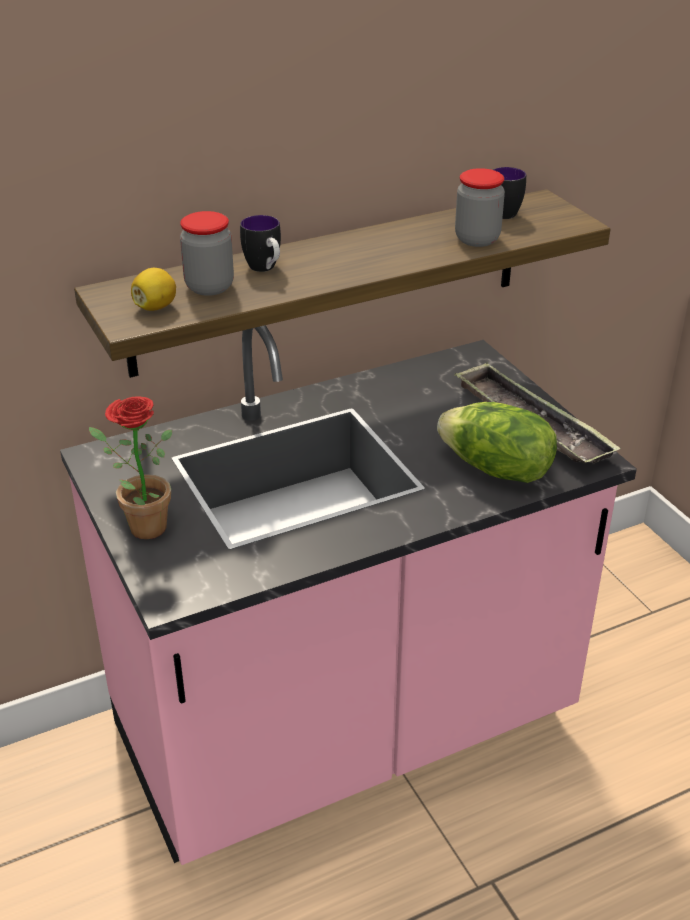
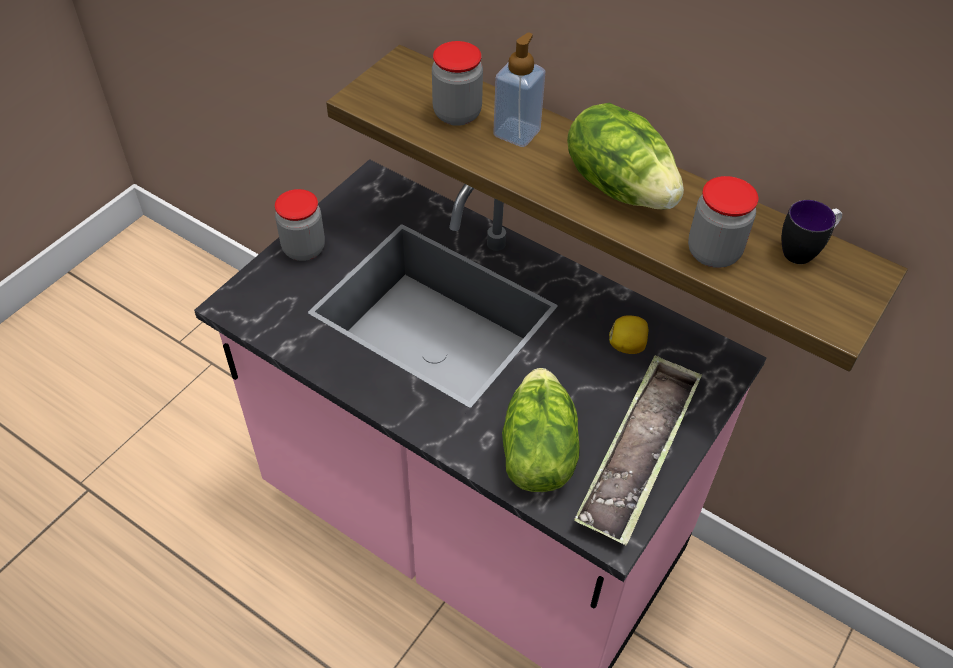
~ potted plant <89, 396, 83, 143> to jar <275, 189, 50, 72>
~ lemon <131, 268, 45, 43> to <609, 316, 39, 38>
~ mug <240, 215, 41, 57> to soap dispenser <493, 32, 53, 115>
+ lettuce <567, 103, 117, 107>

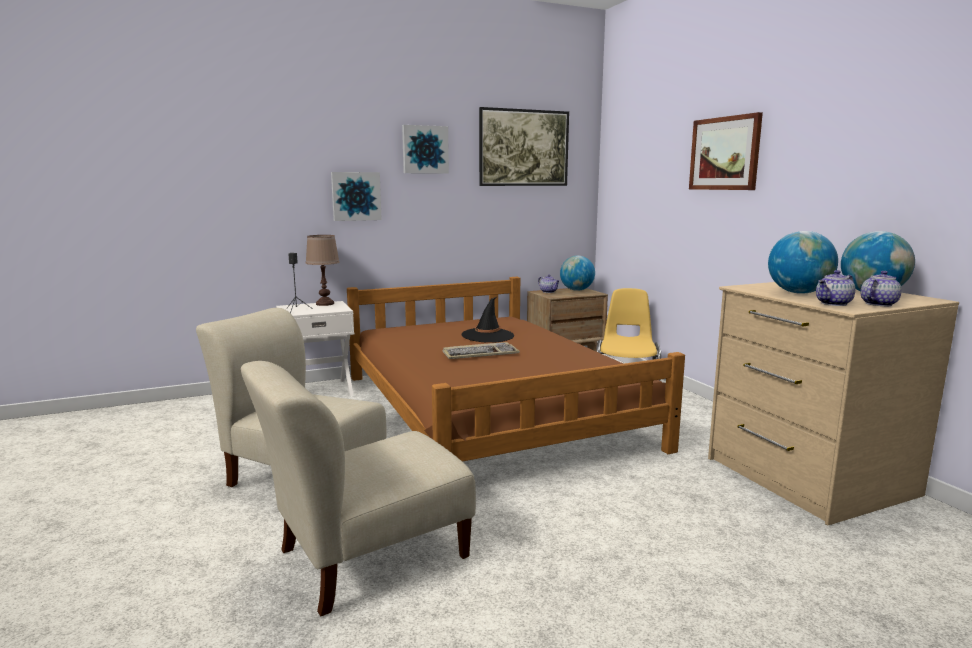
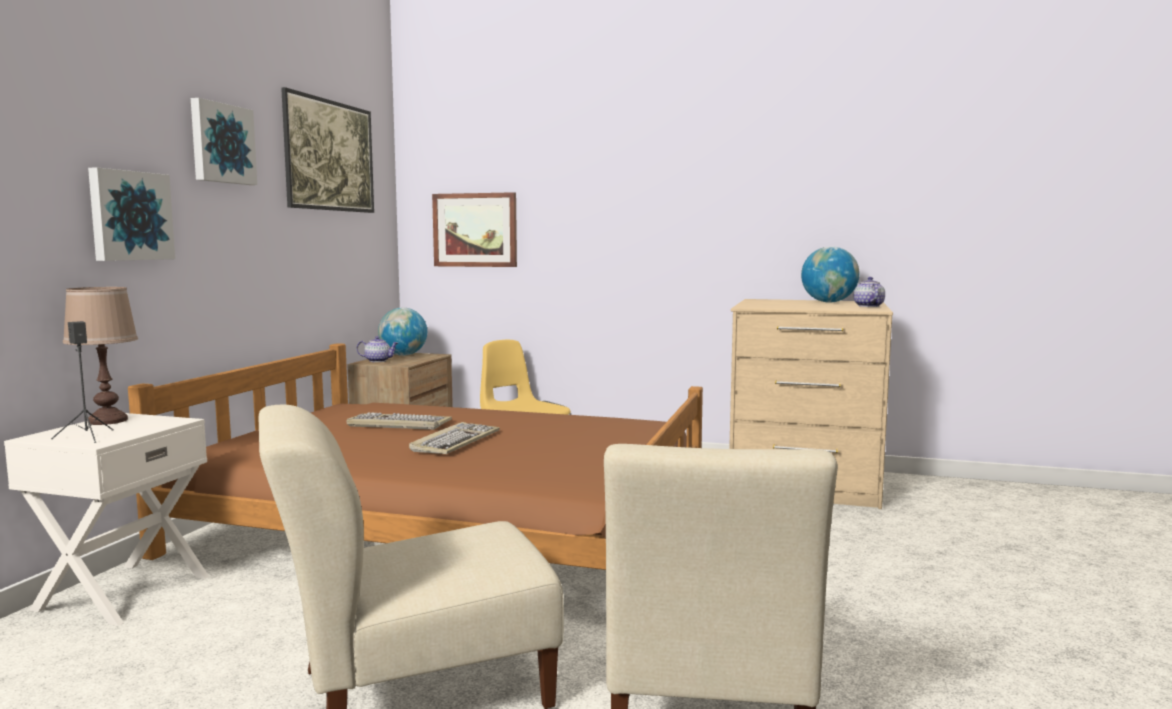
~ hat (black) <462, 297, 52, 46> to keyboard <347, 412, 105, 18>
~ picture <689, 112, 74, 78> to <432, 192, 85, 75>
- globe <768, 231, 70, 63>
- teapot <816, 270, 39, 36>

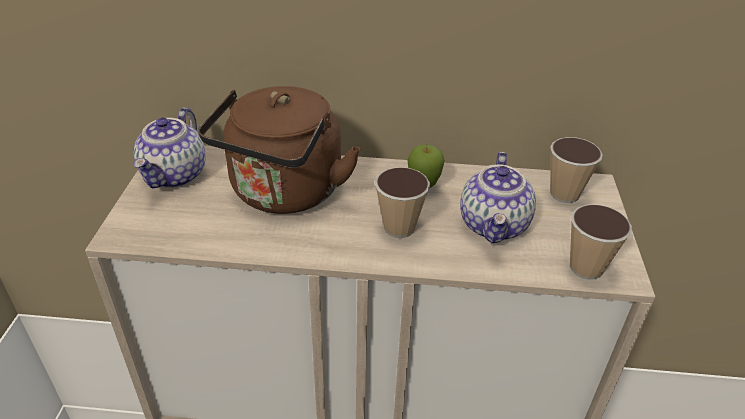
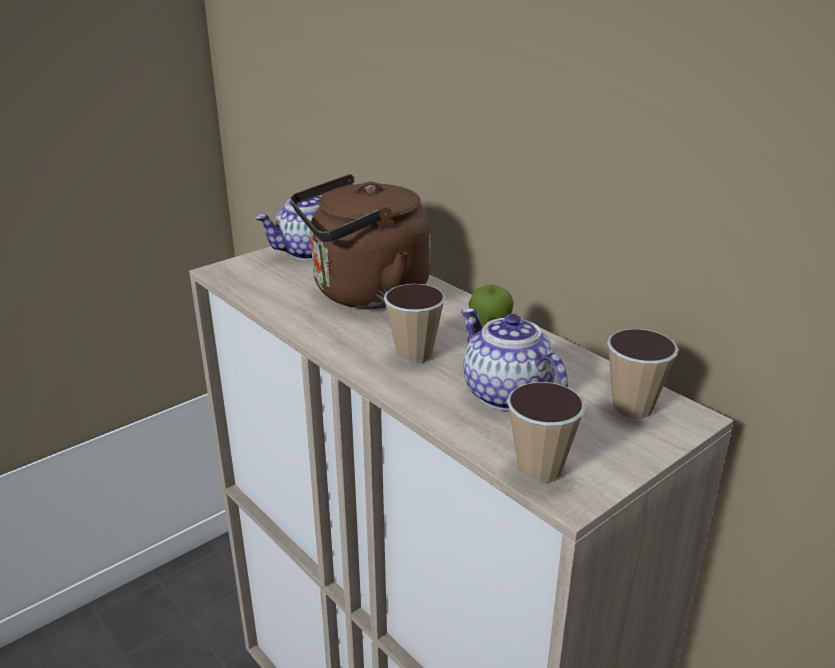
~ teapot <460, 152, 76, 91> = <461, 308, 107, 103> 90 degrees clockwise

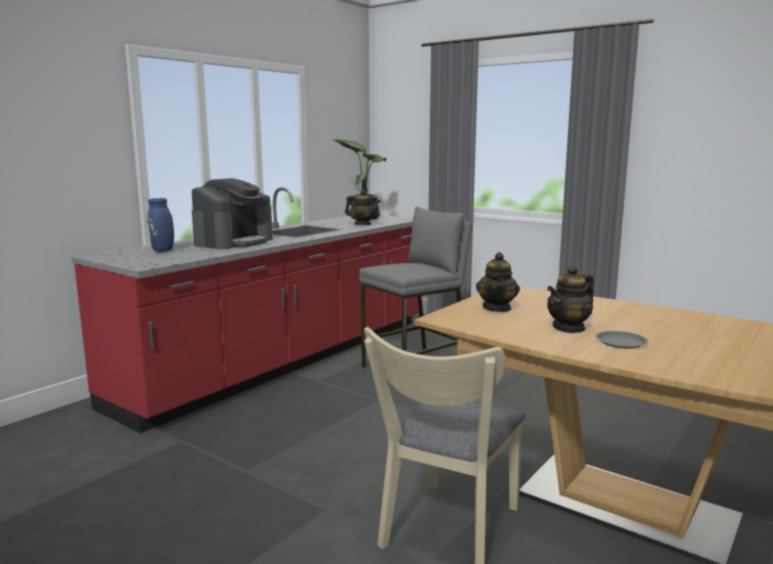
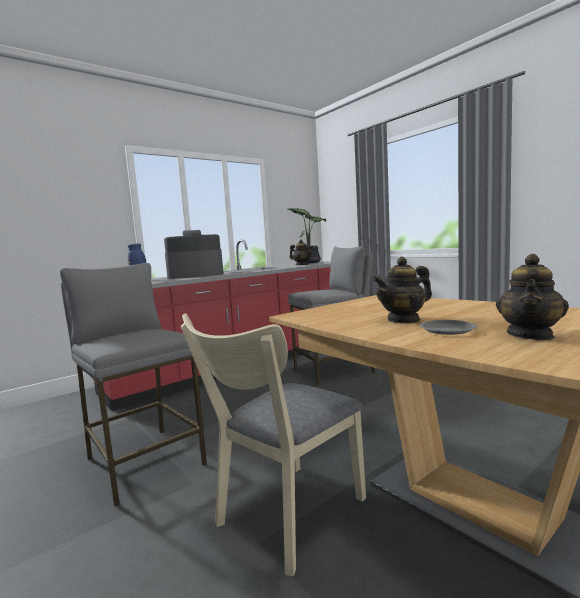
~ coffee machine <192, 178, 81, 71> = <164, 230, 60, 49> 150 degrees counterclockwise
~ teapot <476, 252, 44, 60> to <496, 254, 73, 86>
+ stool (grey) <60, 263, 147, 244>

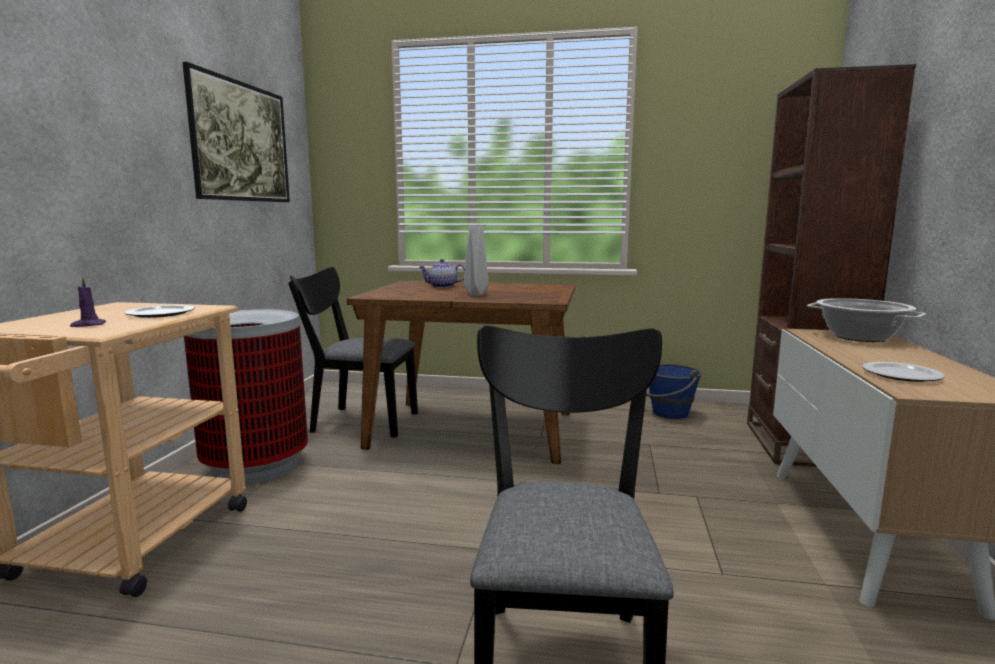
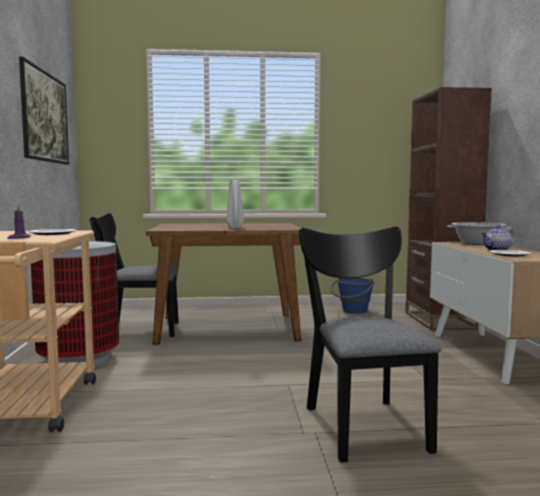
~ teapot <419, 259, 46, 29> to <481, 225, 34, 26>

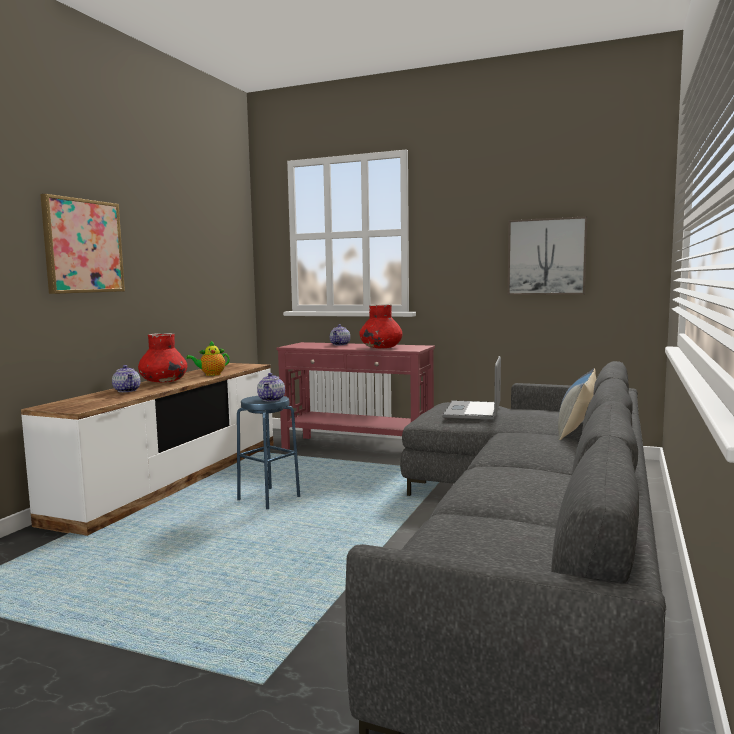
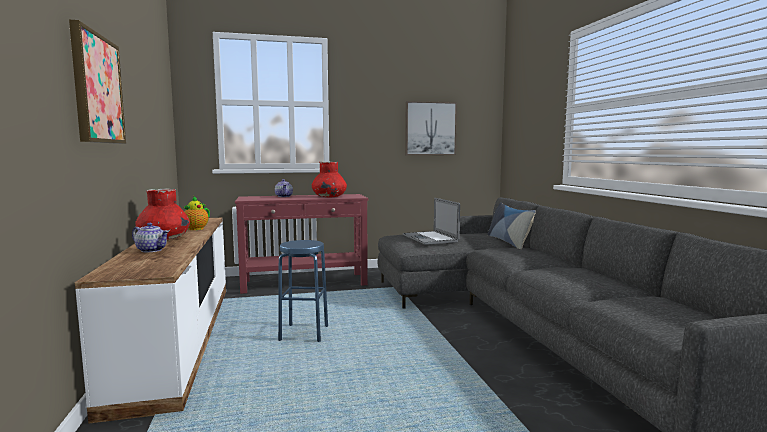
- teapot <257, 373, 28, 28>

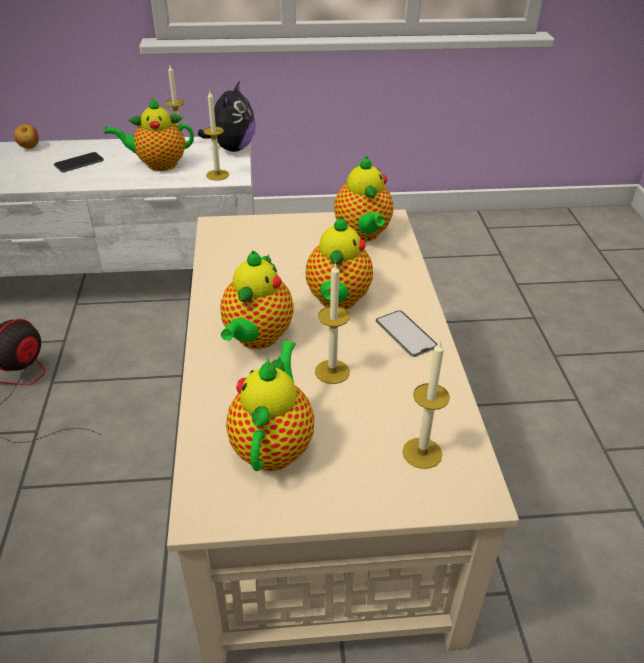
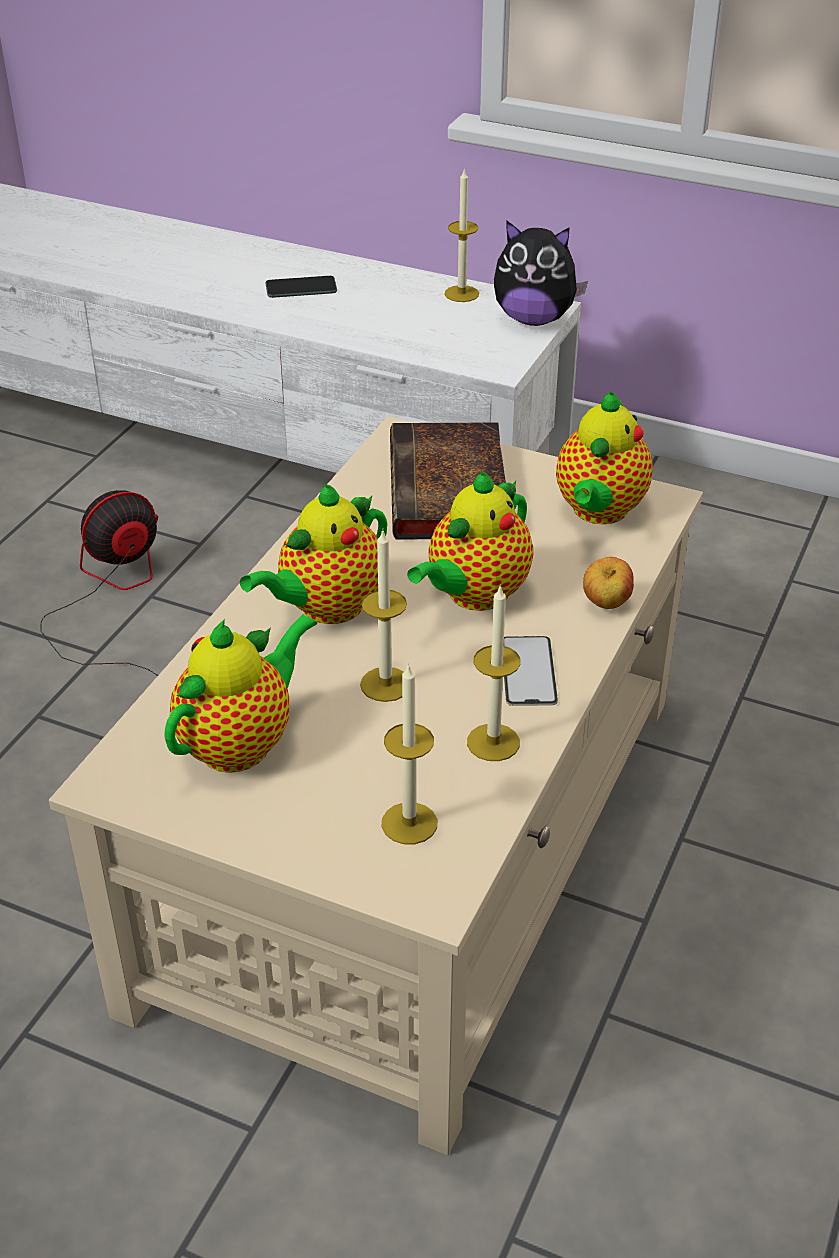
~ apple <14, 124, 25, 25> to <583, 557, 51, 52>
- teapot <104, 97, 90, 74>
~ plush toy <198, 80, 58, 72> = <494, 220, 94, 106> 60 degrees clockwise
~ candle <203, 91, 26, 90> to <467, 585, 53, 176>
+ book <390, 422, 116, 118>

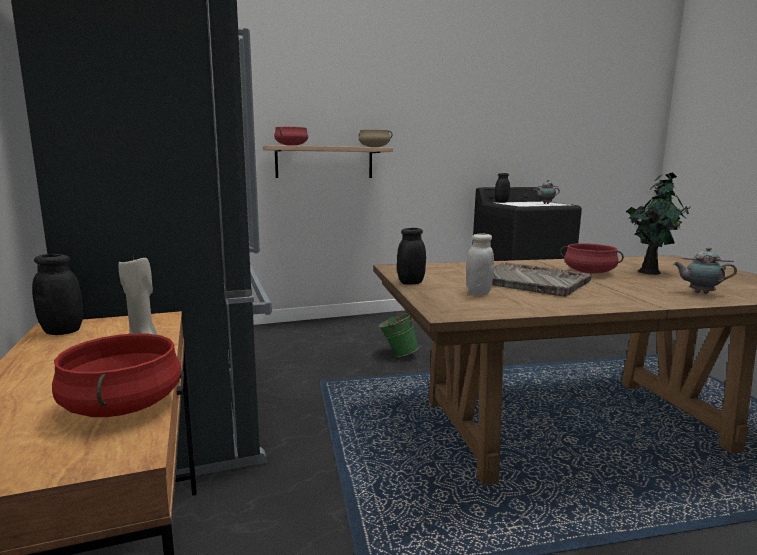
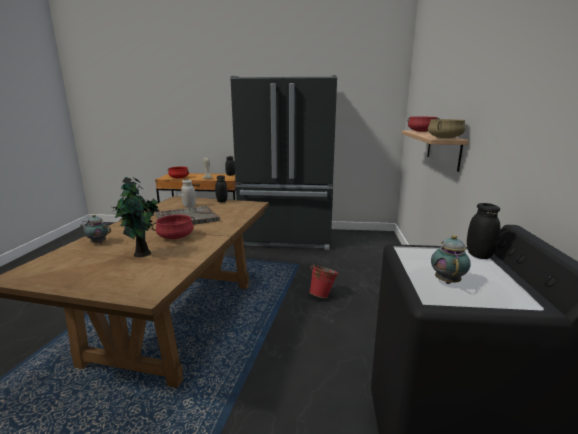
~ bucket (green) <379, 313, 40, 44> to bucket (red) <309, 263, 30, 35>
~ teapot <673, 247, 64, 47> = <80, 215, 31, 28> 120 degrees counterclockwise

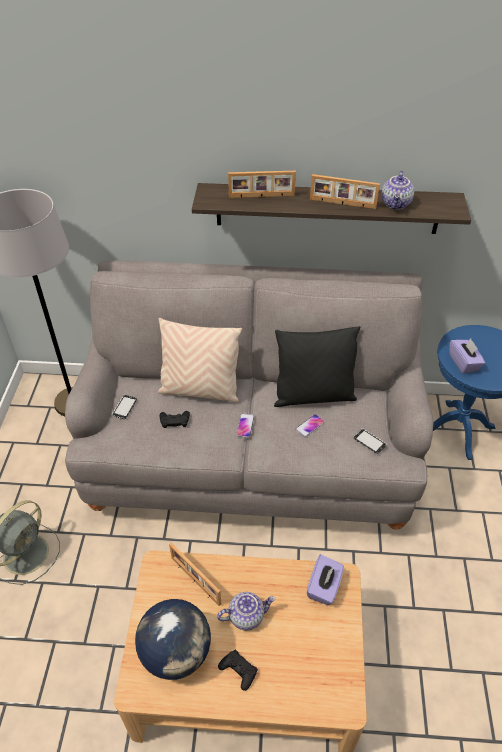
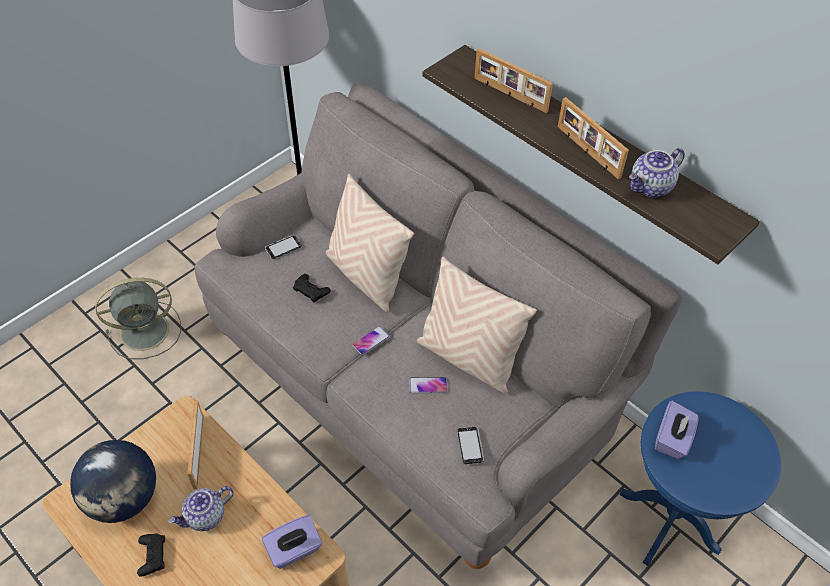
~ teapot <217, 592, 58, 39> = <168, 486, 66, 45> 120 degrees clockwise
~ pillow (black) <274, 326, 86, 81> to pillow (beige) <417, 257, 120, 137>

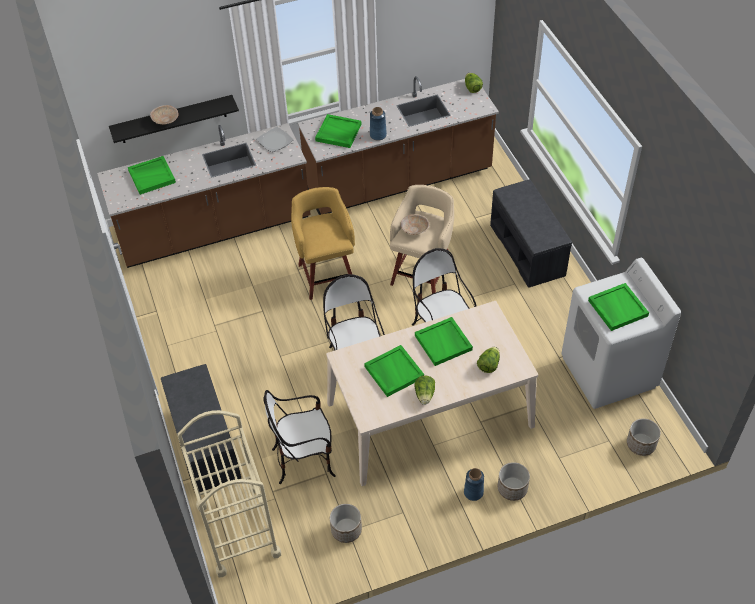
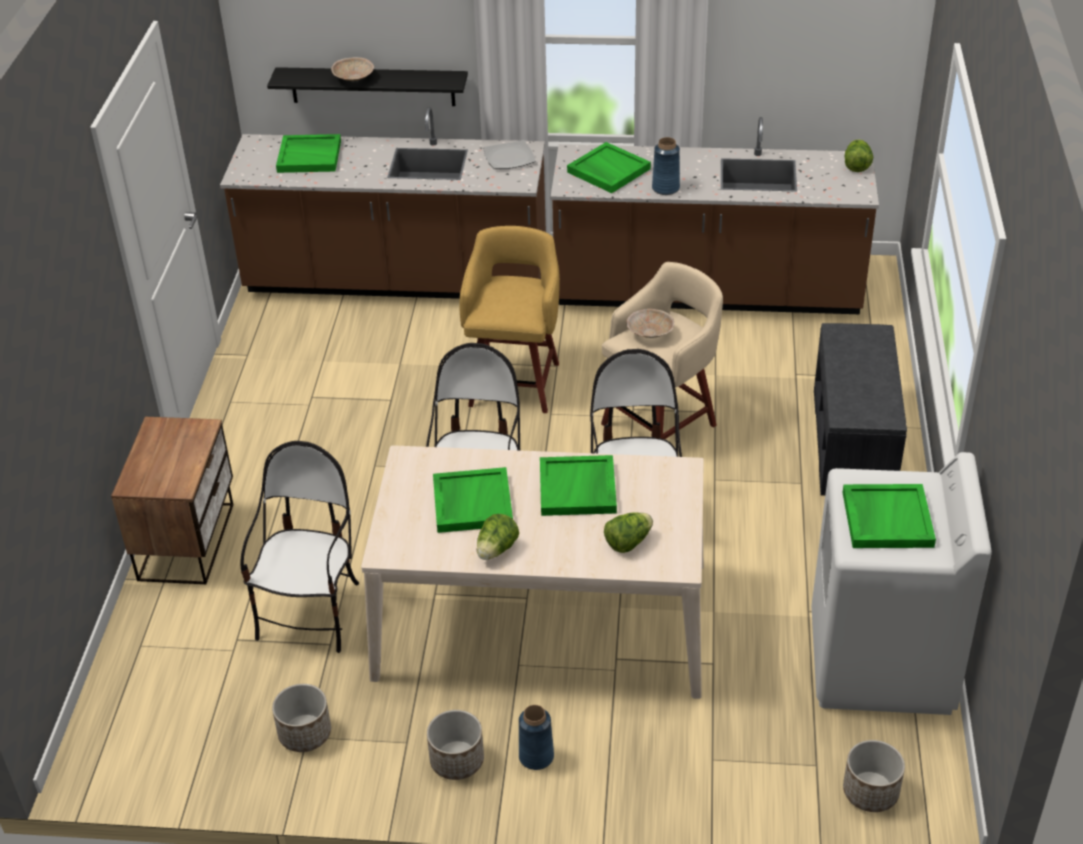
~ bench (grey) <161, 364, 80, 128> to nightstand <111, 417, 122, 167>
- cart (beige) <177, 410, 104, 167>
~ chair <263, 390, 73, 94> = <240, 441, 119, 212> 90 degrees clockwise
~ planter <498, 462, 32, 39> to <427, 710, 57, 70>

